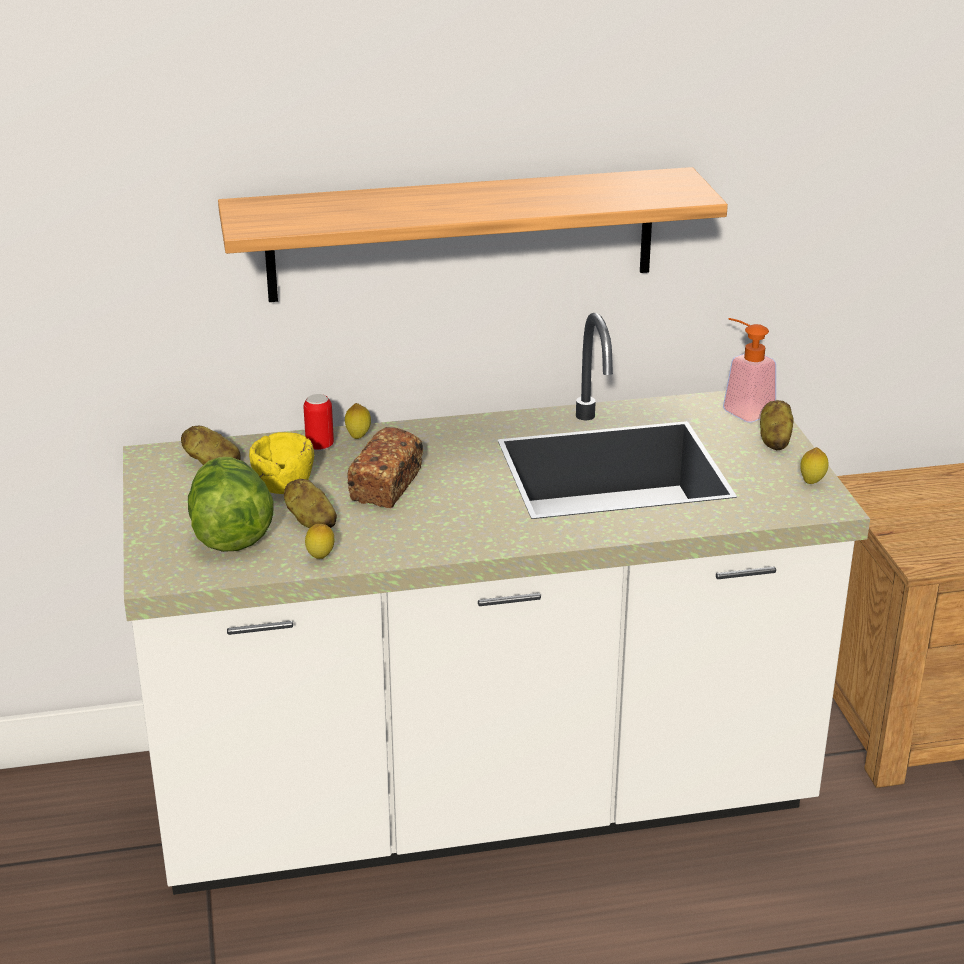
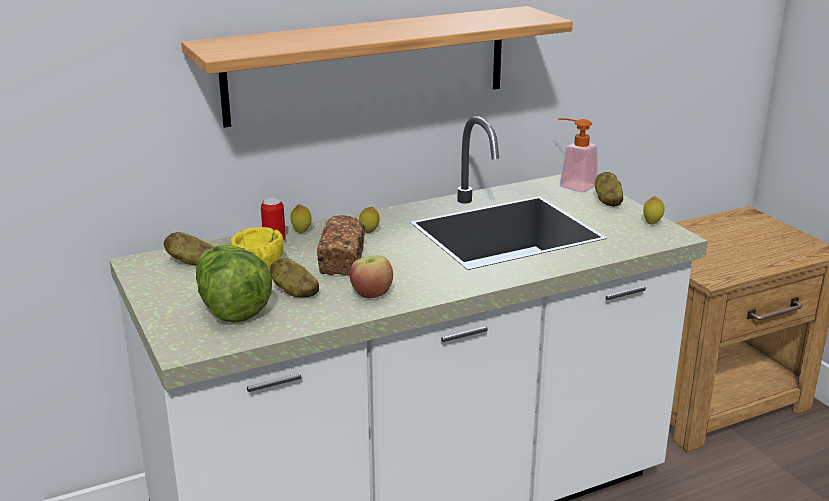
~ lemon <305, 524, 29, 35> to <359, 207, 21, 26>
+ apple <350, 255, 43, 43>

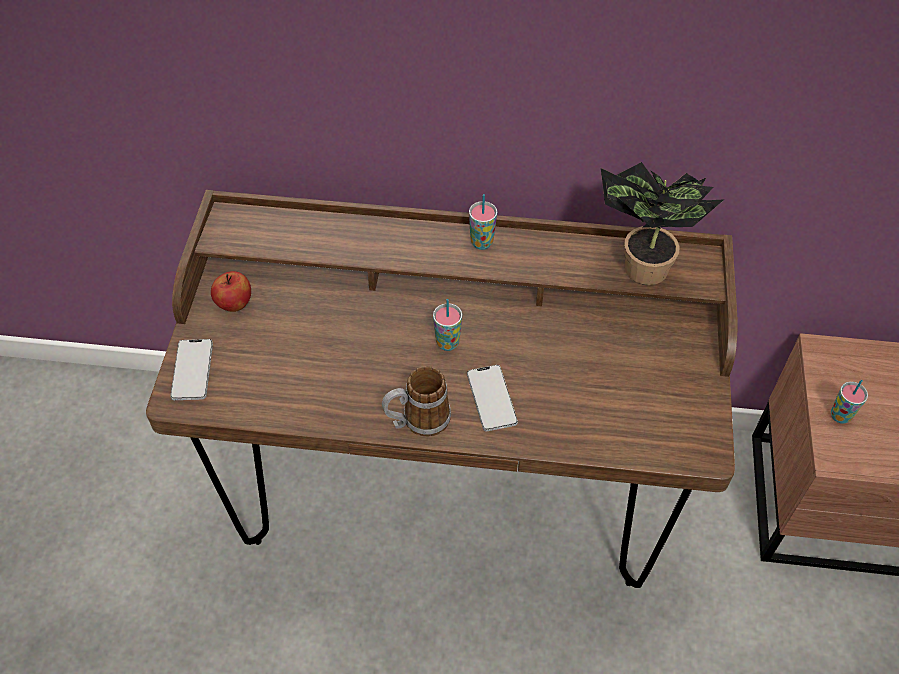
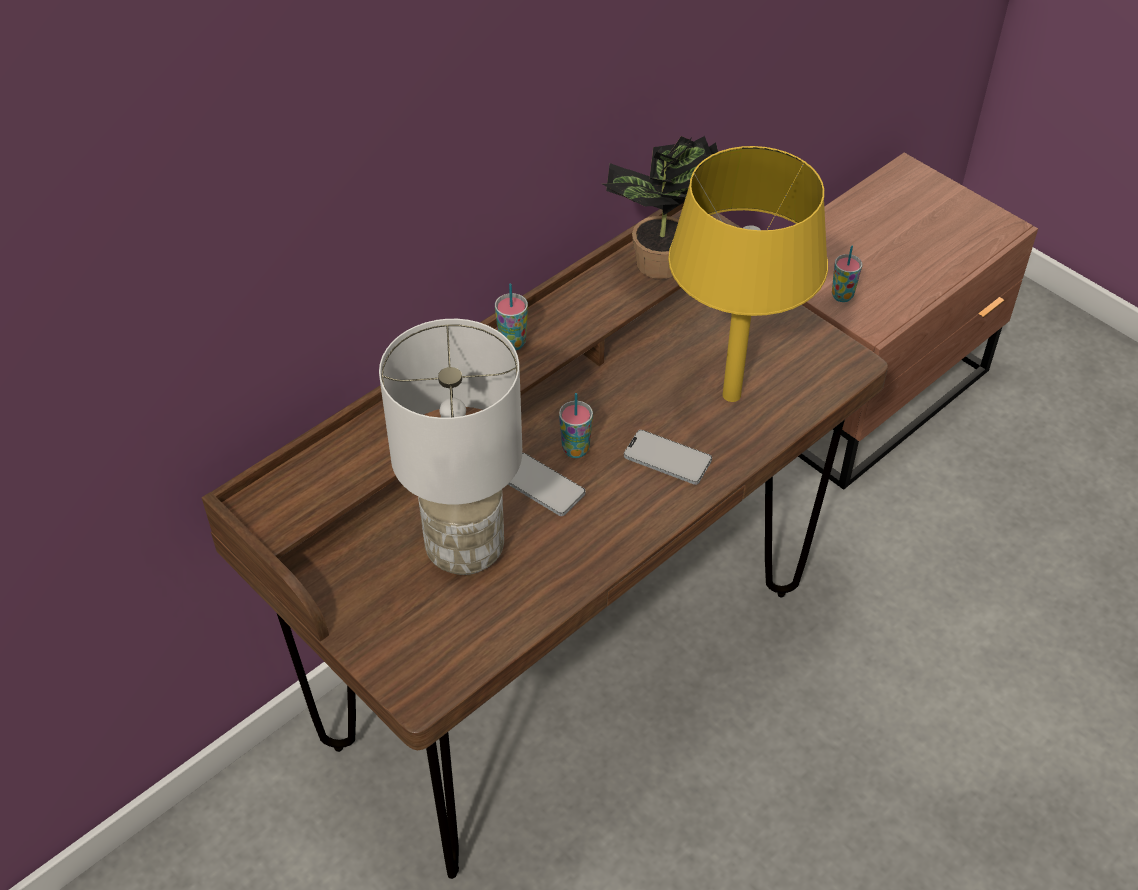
~ phone <170, 339, 43, 61> to <508, 453, 77, 63>
- apple <211, 271, 40, 41>
- mug <382, 366, 69, 71>
+ table lamp (white) <379, 319, 143, 256>
+ table lamp (yellow) <668, 146, 160, 256>

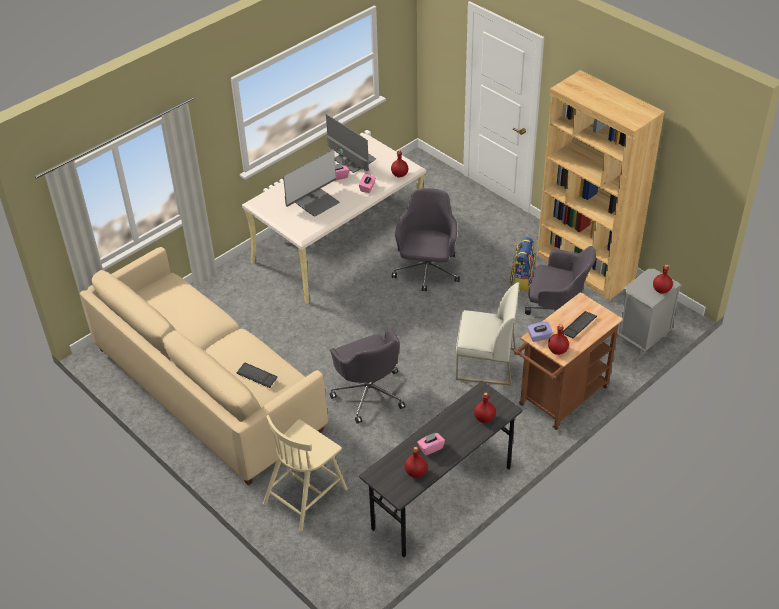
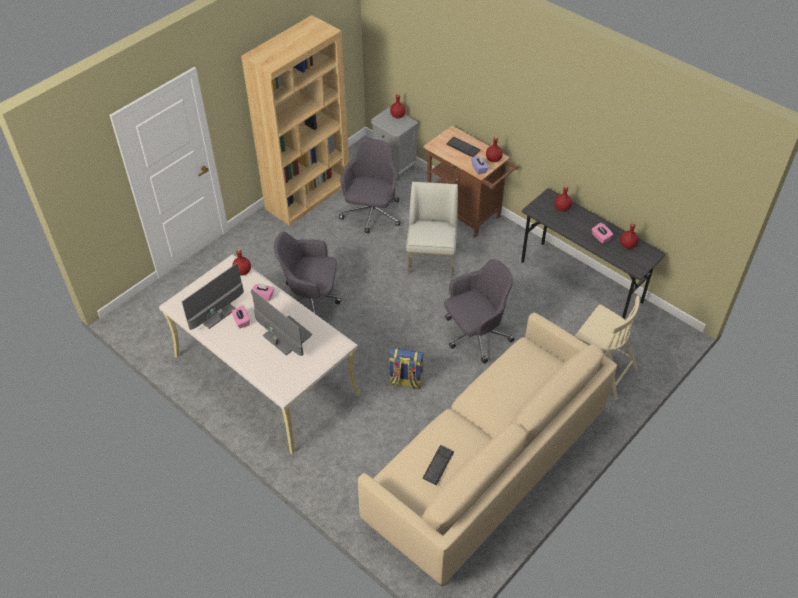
~ keyboard <236, 362, 42, 26> to <423, 445, 31, 41>
~ backpack <509, 237, 26, 54> to <389, 348, 35, 42>

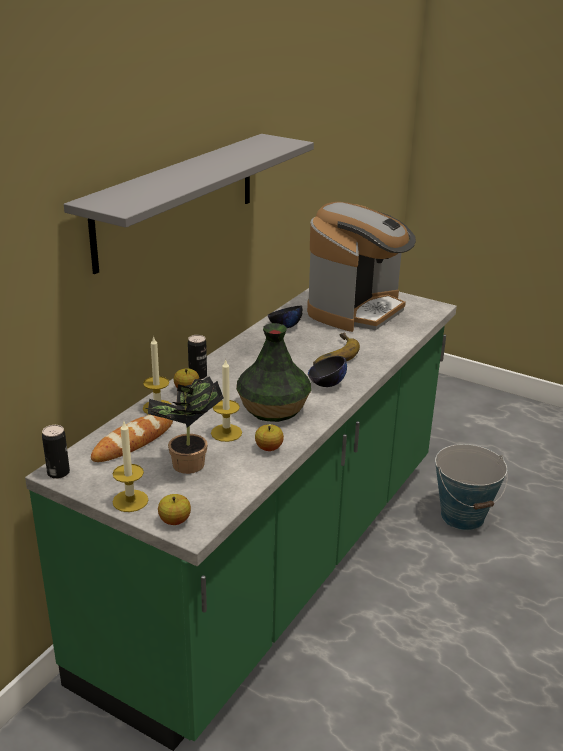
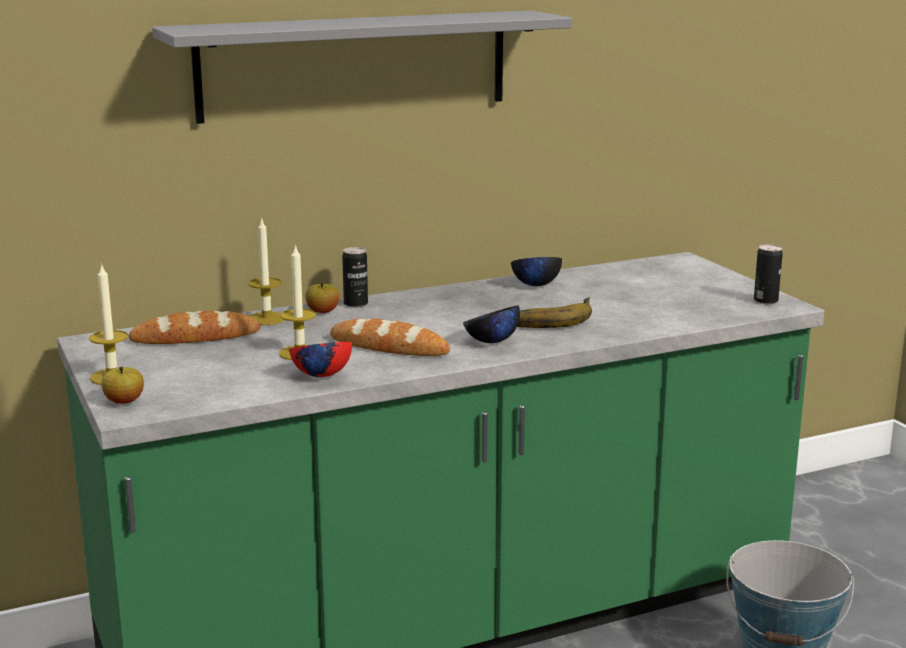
~ can <42, 425, 28, 54> to <754, 244, 29, 60>
- potted plant <145, 376, 79, 98>
~ vase <236, 323, 75, 99> to bread <330, 318, 120, 38>
~ apple <255, 424, 29, 27> to bowl (red) <289, 342, 63, 35>
- coffee machine <307, 202, 109, 130>

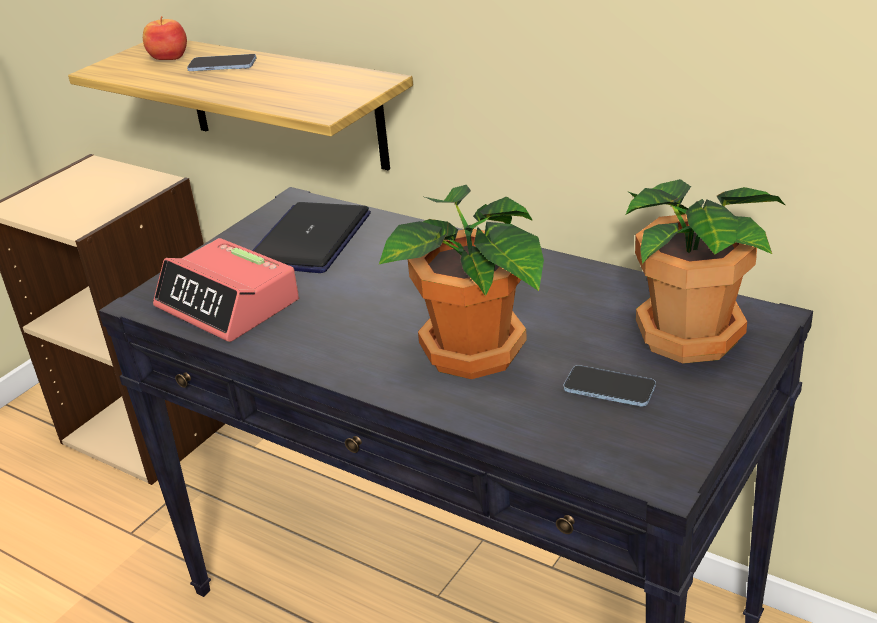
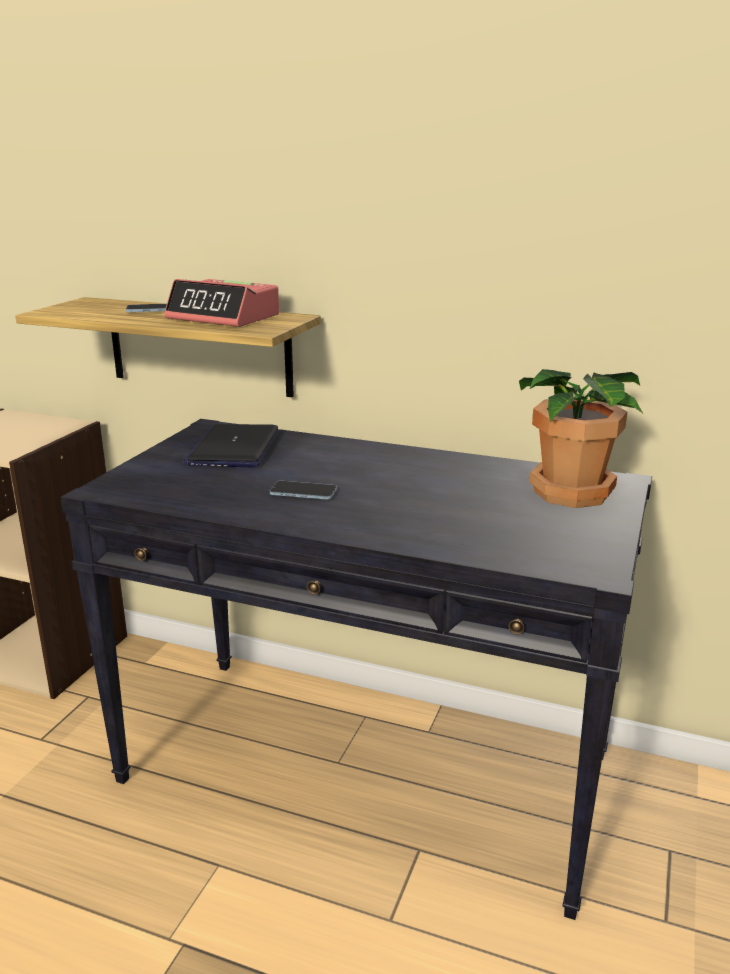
- apple <143, 16, 44, 44>
~ alarm clock <153, 238, 146, 104> to <164, 279, 115, 48>
- potted plant <379, 185, 165, 194>
~ phone <564, 365, 92, 42> to <270, 481, 67, 19>

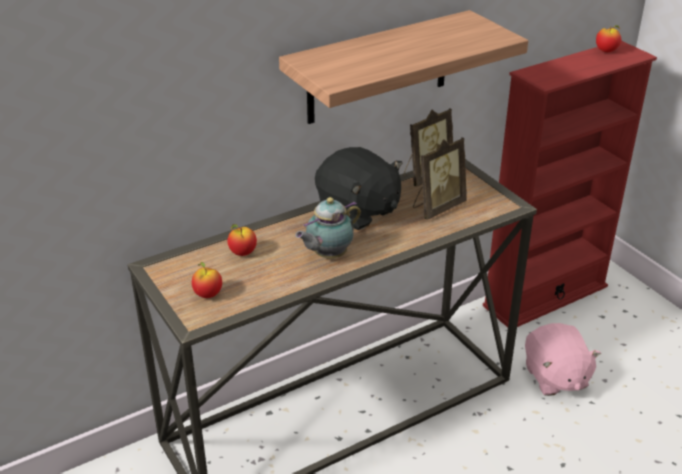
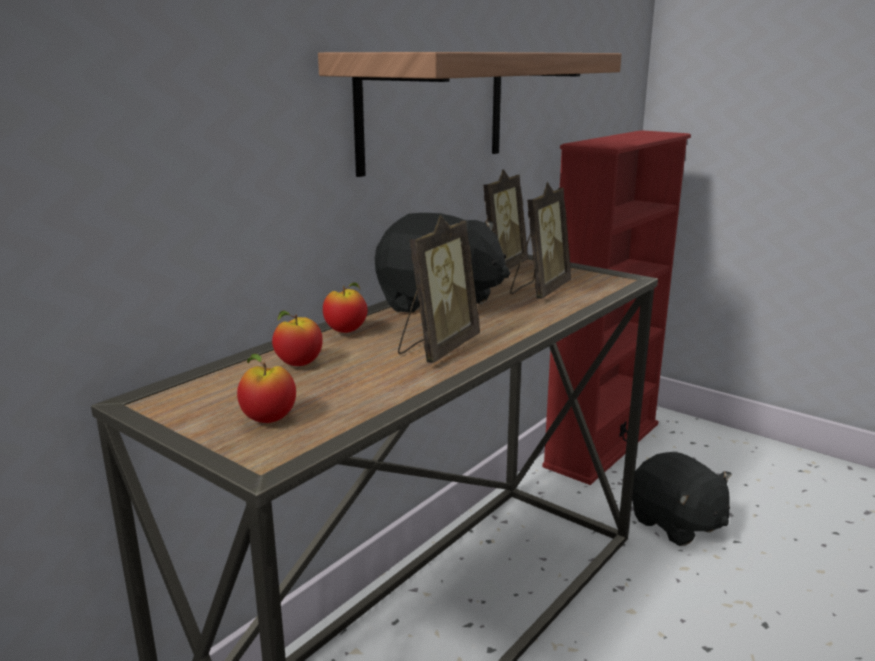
~ teapot <295, 197, 66, 61> to picture frame <398, 215, 82, 148>
~ plush toy (pink) <525, 323, 76, 73> to plush toy (black) <632, 452, 100, 94>
~ apple <596, 25, 25, 27> to <323, 283, 45, 50>

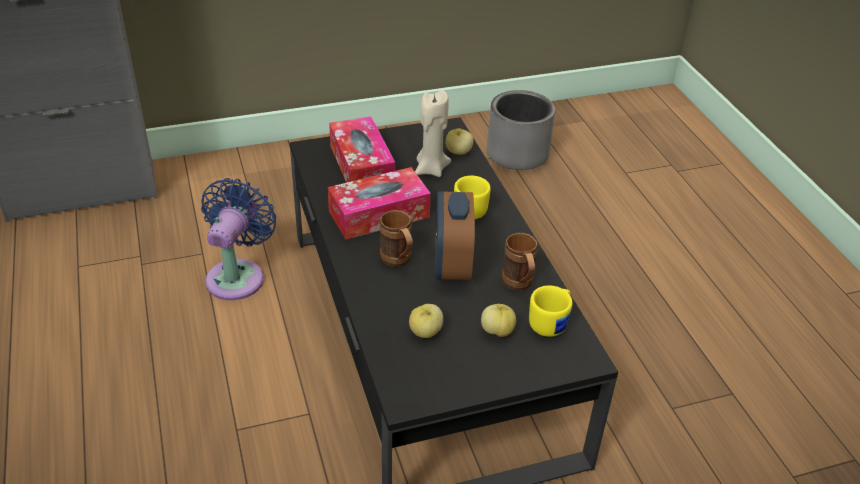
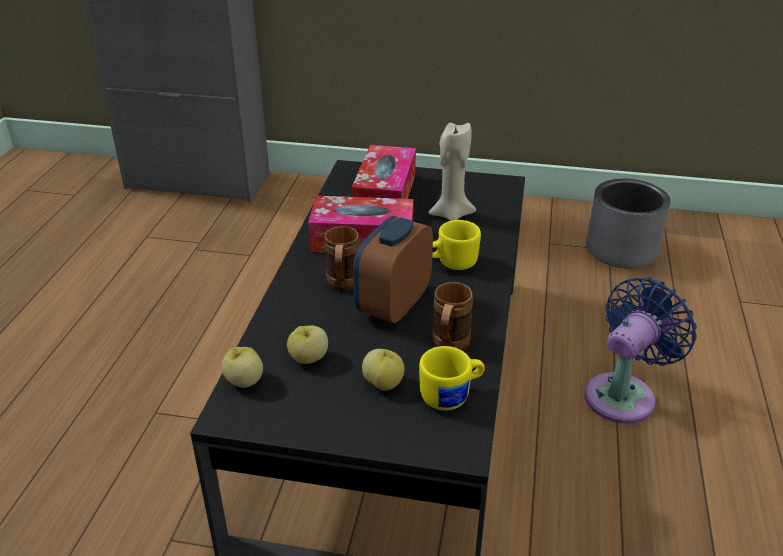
~ fan (blue) <201, 178, 75, 122> to <585, 277, 112, 147>
~ apple <446, 128, 27, 27> to <221, 347, 42, 41>

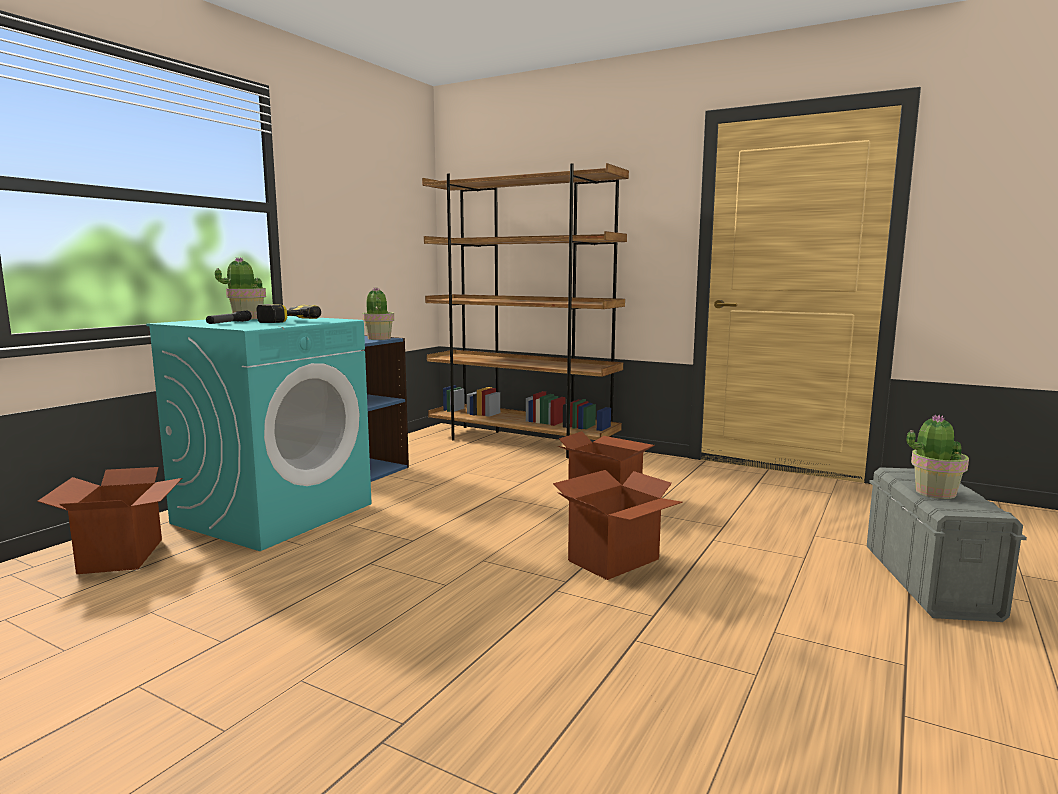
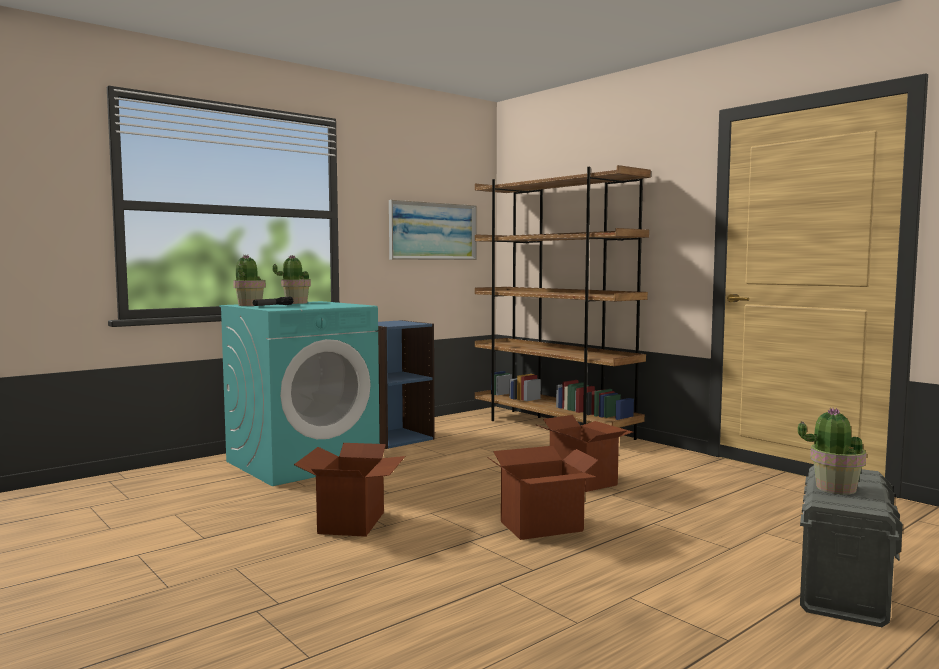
~ cardboard box <37, 467, 145, 107> to <294, 443, 111, 94>
- power drill <256, 304, 65, 19>
~ potted plant <362, 287, 32, 53> to <233, 254, 33, 52>
+ picture <389, 200, 88, 60>

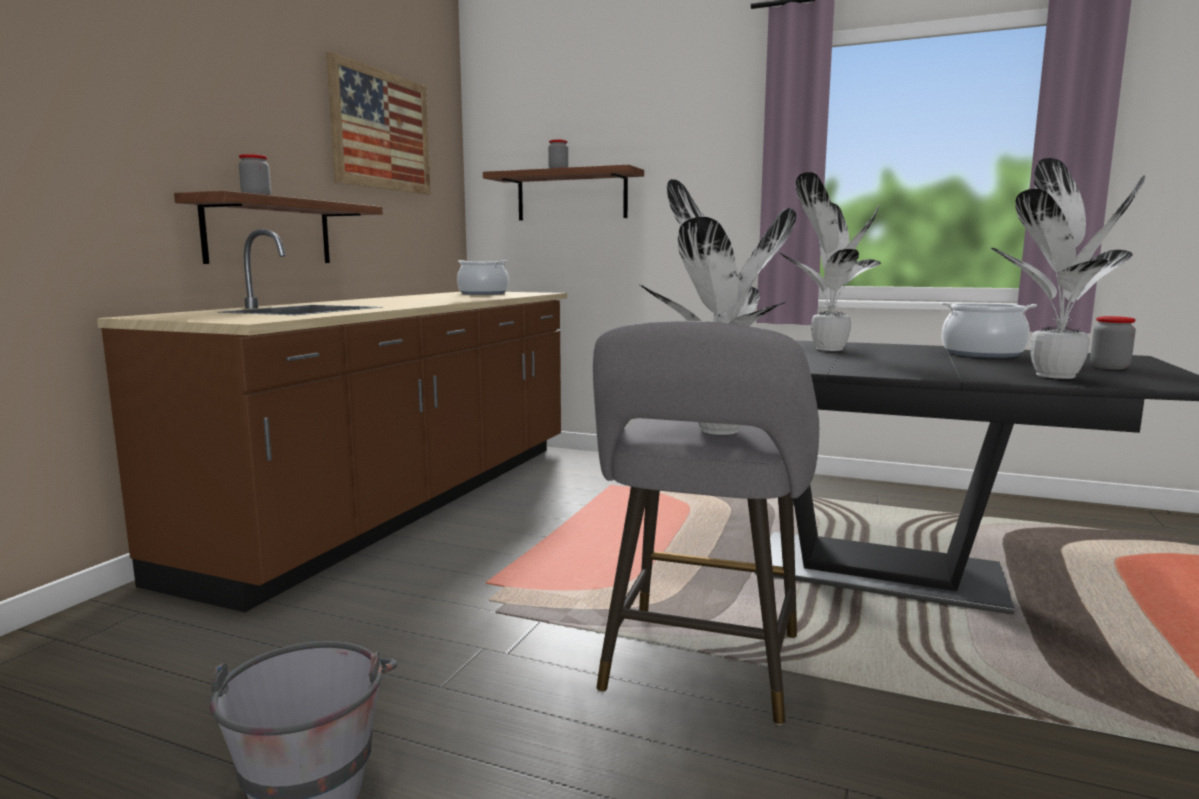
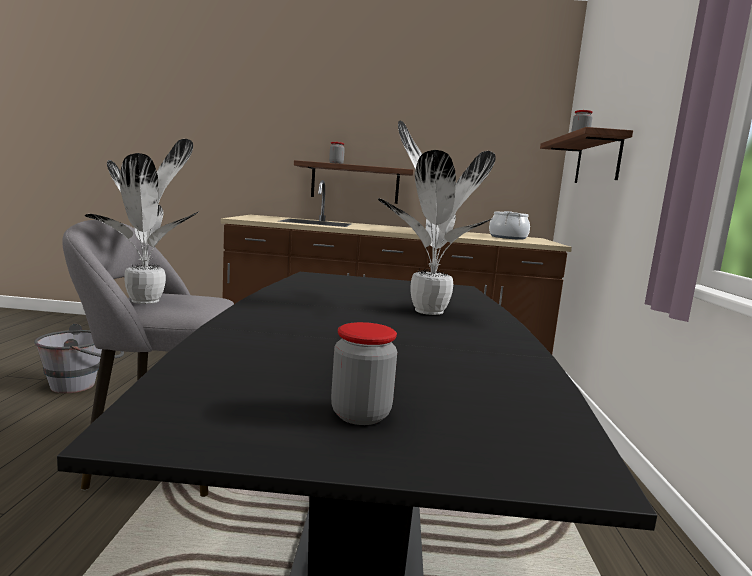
- picture <326, 52, 105, 143>
- cooking pot <940, 302, 97, 56>
- potted plant <991, 158, 154, 221>

